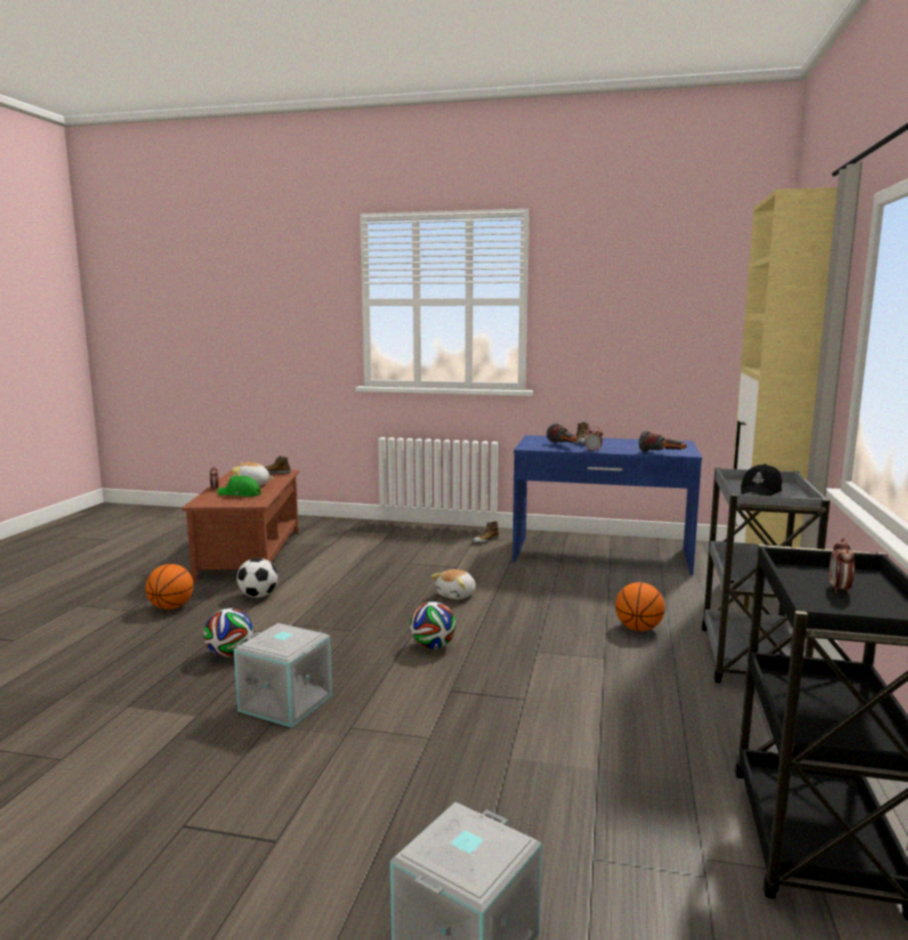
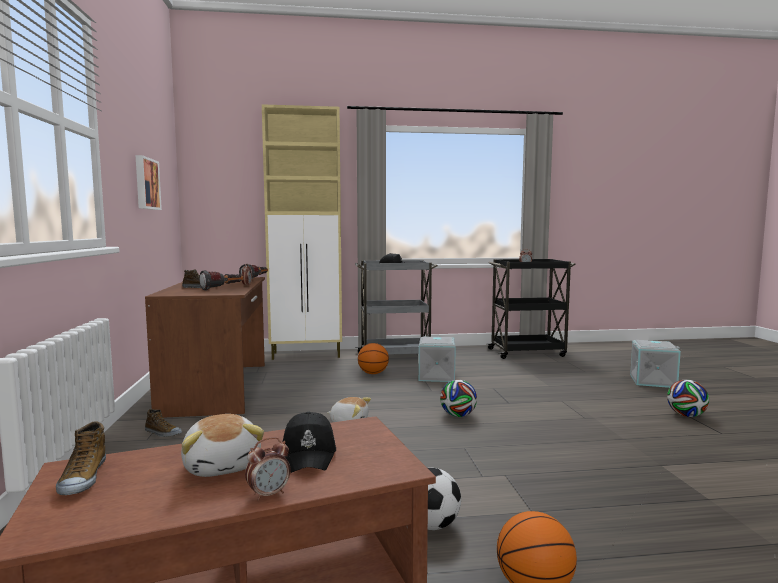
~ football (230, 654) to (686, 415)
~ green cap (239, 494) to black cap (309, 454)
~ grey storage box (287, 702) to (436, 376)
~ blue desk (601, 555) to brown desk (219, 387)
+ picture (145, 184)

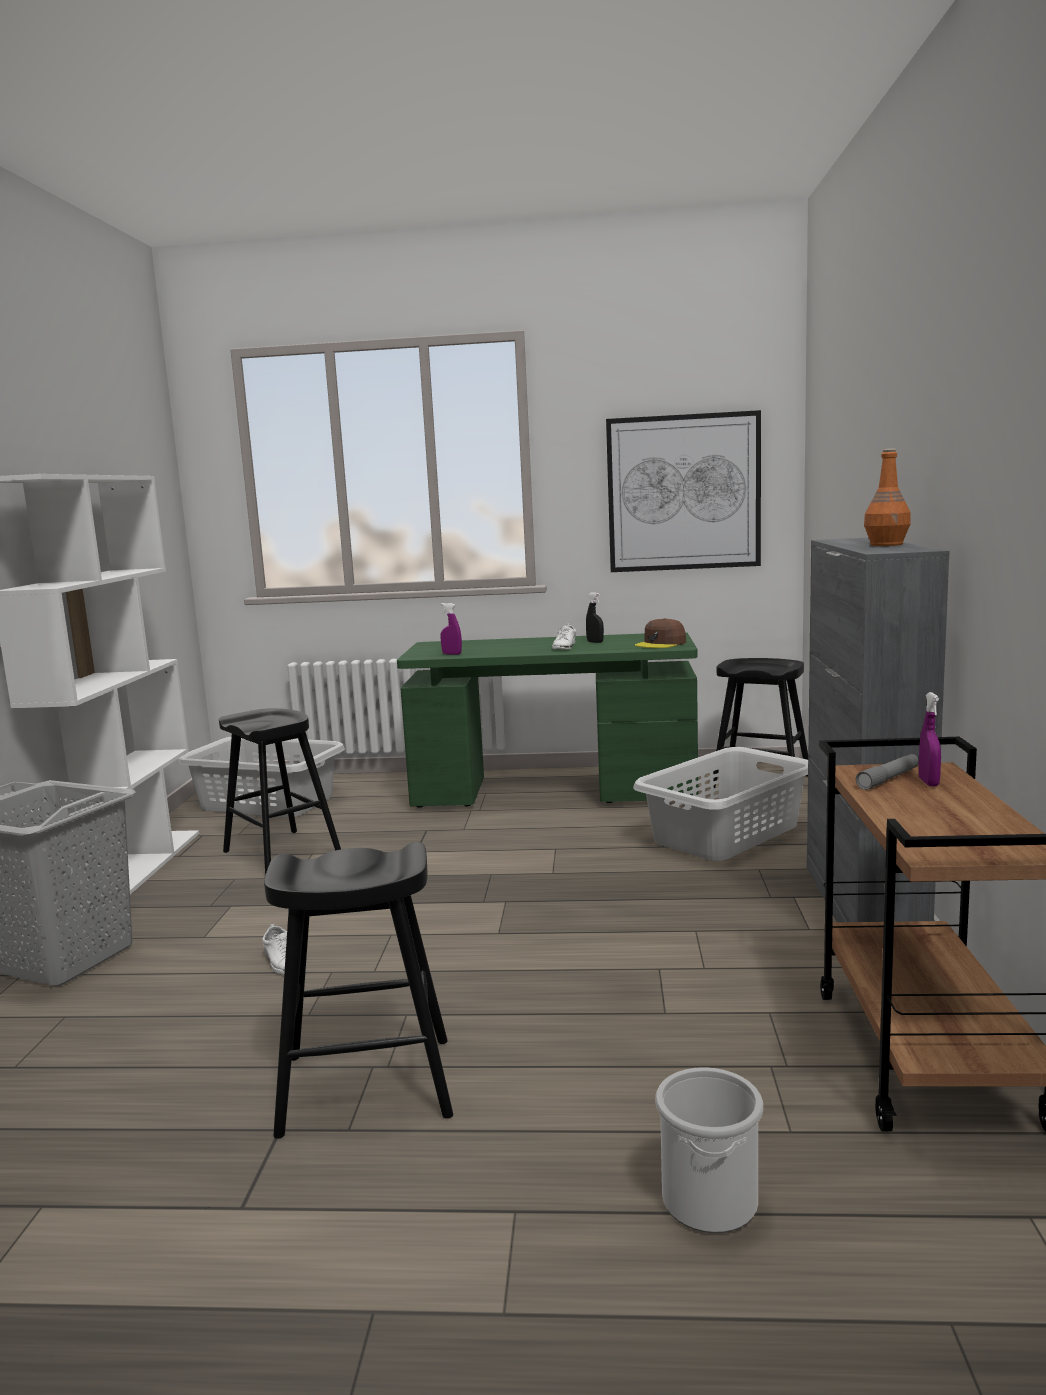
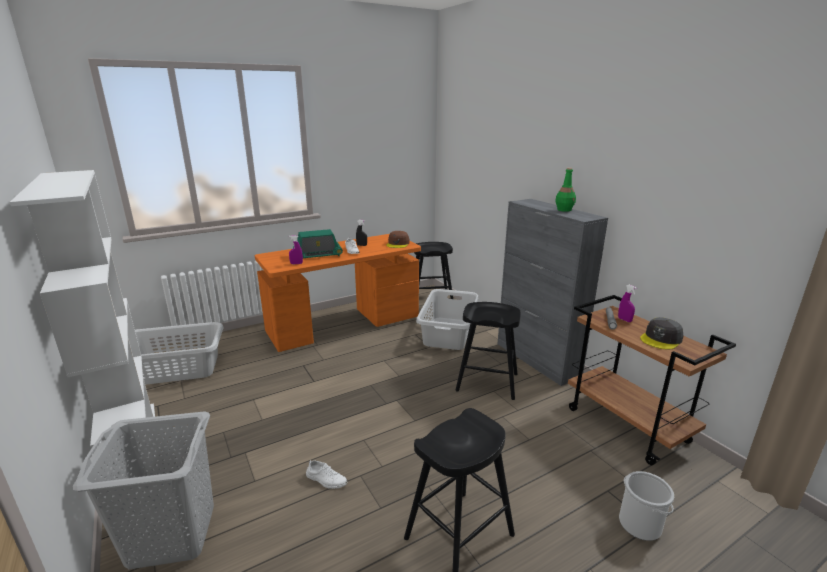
~ black stool (281, 853) to (487, 382)
~ green desk (554, 793) to orange desk (344, 325)
- picture (683, 493)
~ orange bottle (887, 544) to green bottle (564, 210)
+ radio (318, 255)
+ grey cap (661, 339)

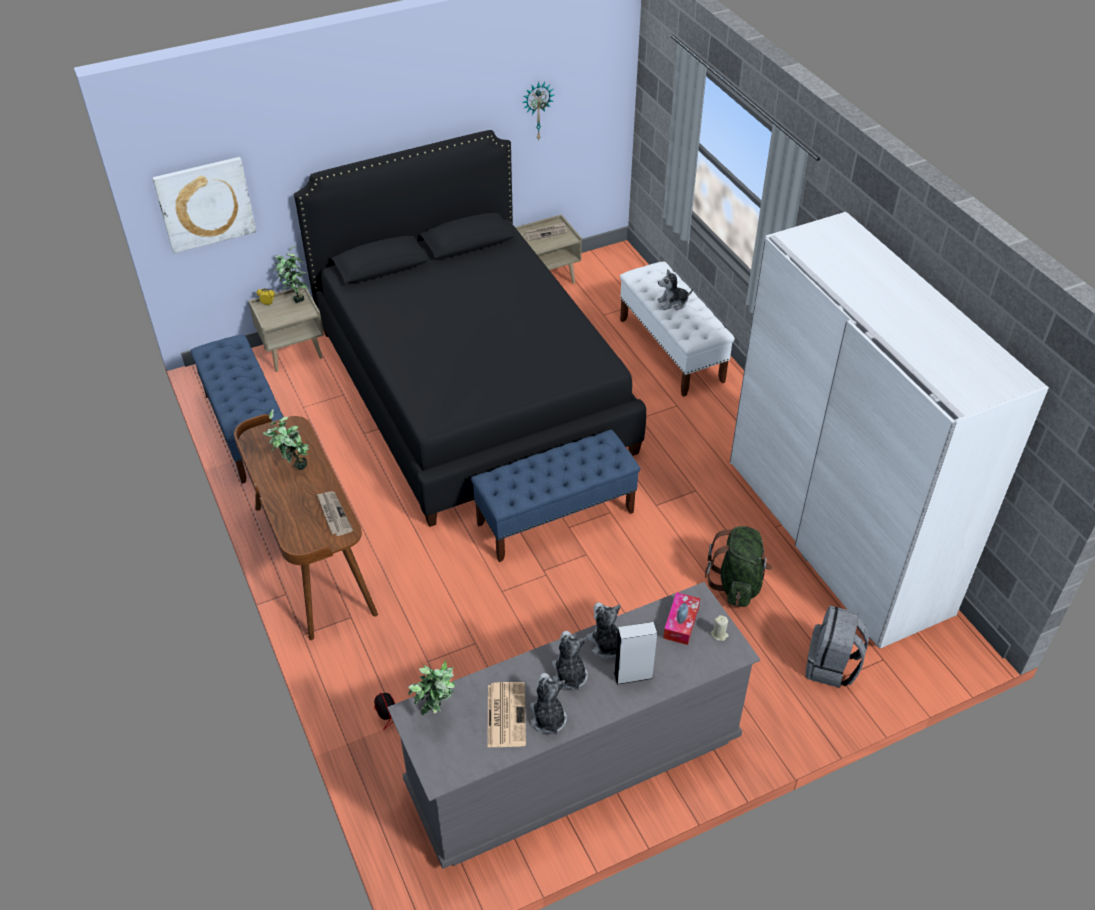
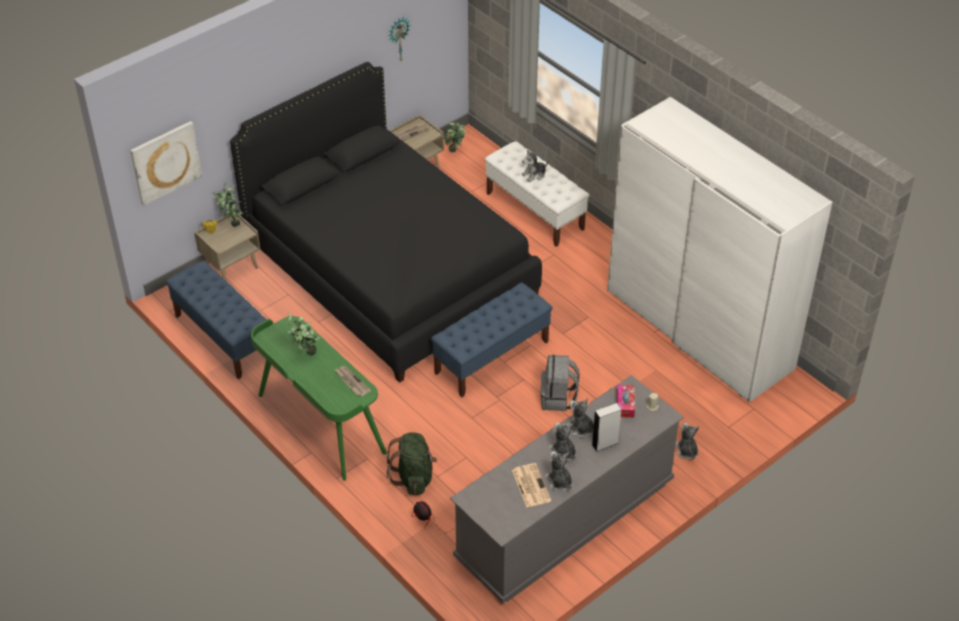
~ brown desk (312, 560) to green desk (320, 424)
~ potted plant (436, 713) to (455, 153)
~ green backpack (737, 584) to (414, 477)
~ grey backpack (831, 666) to (558, 398)
+ plush toy (686, 451)

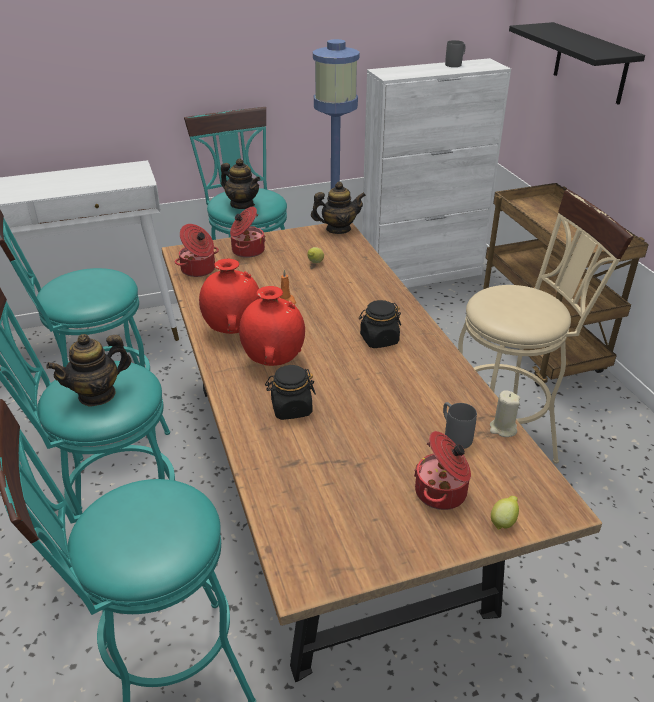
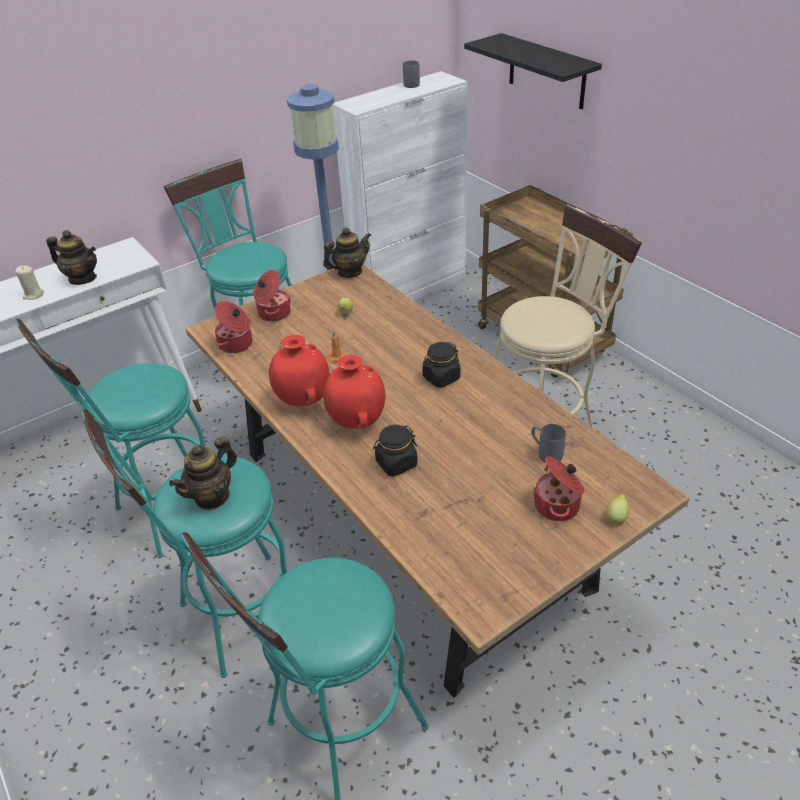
~ teapot (242, 205) to (83, 278)
~ beige candle (503, 429) to (33, 295)

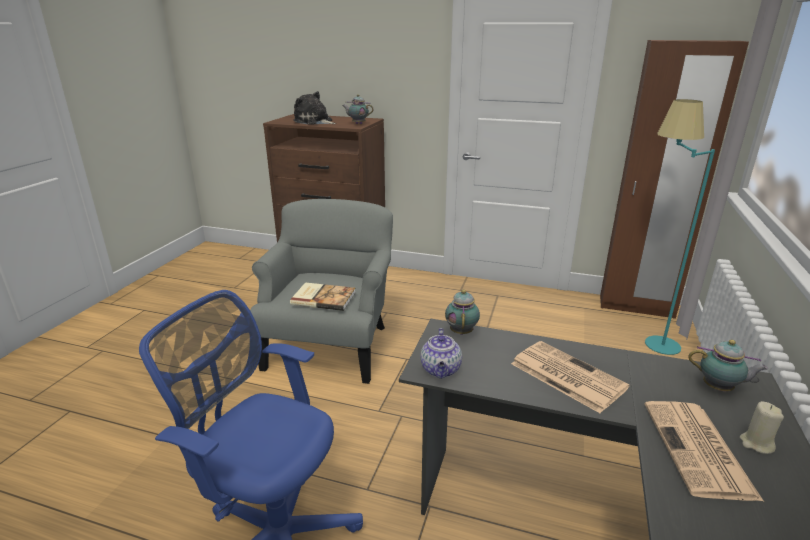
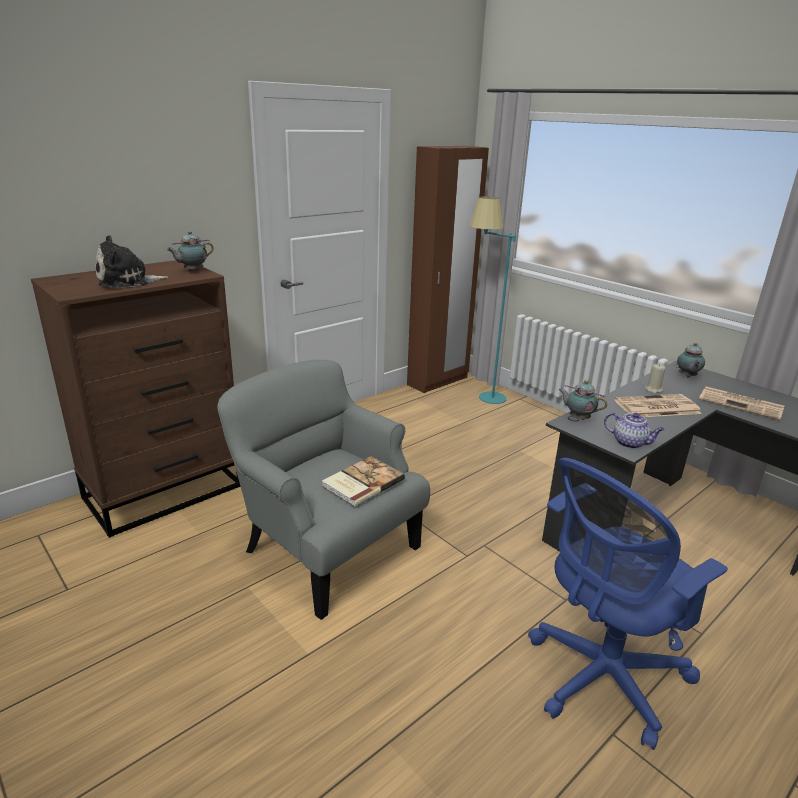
~ teapot (719, 388) = (687, 376) 135 degrees clockwise
~ beige candle (756, 443) to (653, 390)

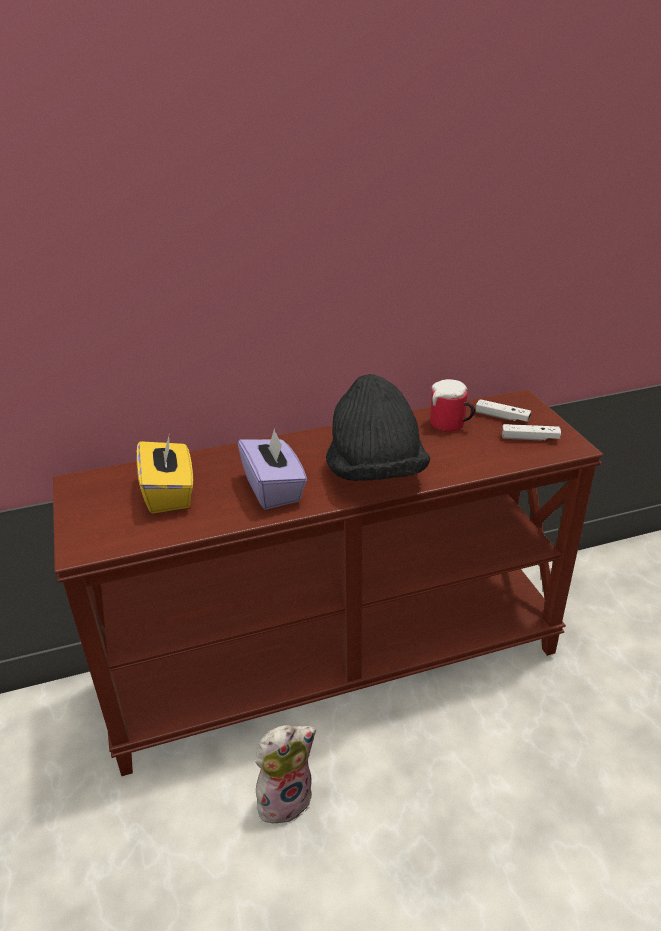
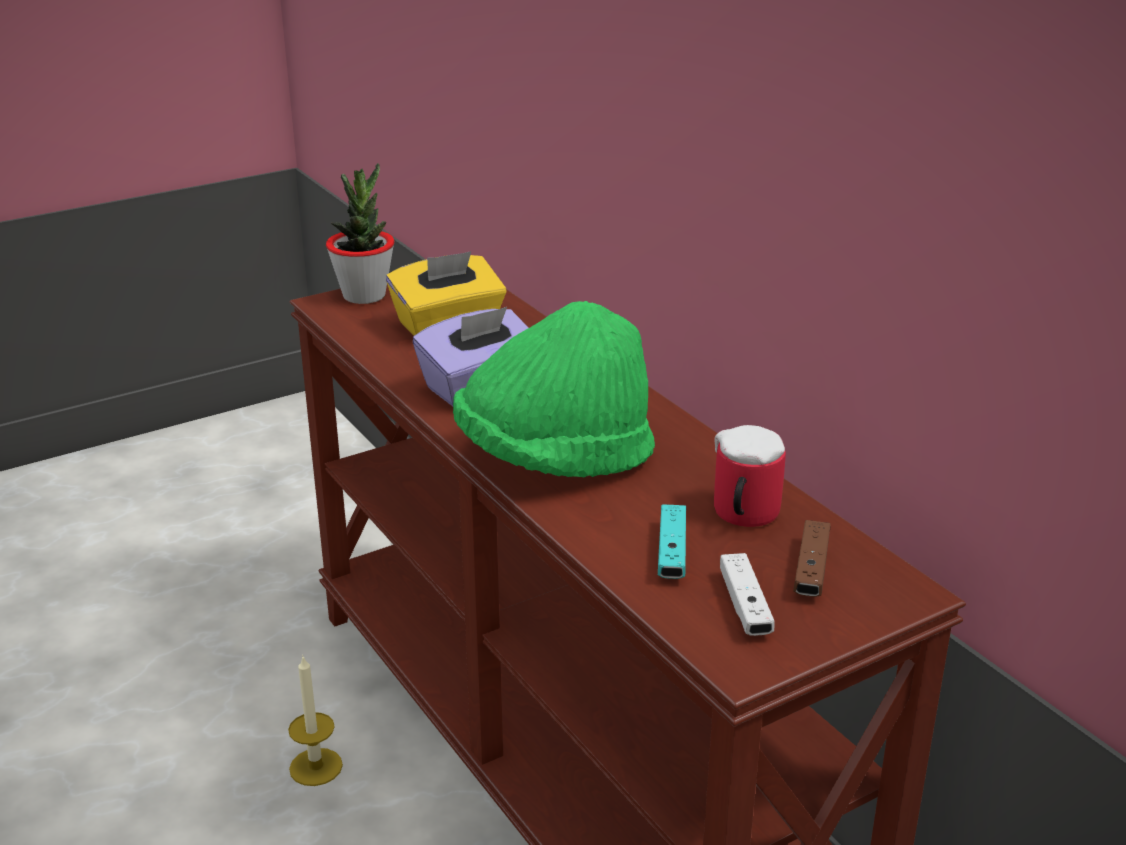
~ plush toy (285, 798) to candle (316, 767)
~ black hat (375, 472) to green hat (555, 458)
~ white game controller (502, 417) to brown game controller (811, 570)
+ potted plant (364, 295)
+ turquoise game controller (671, 553)

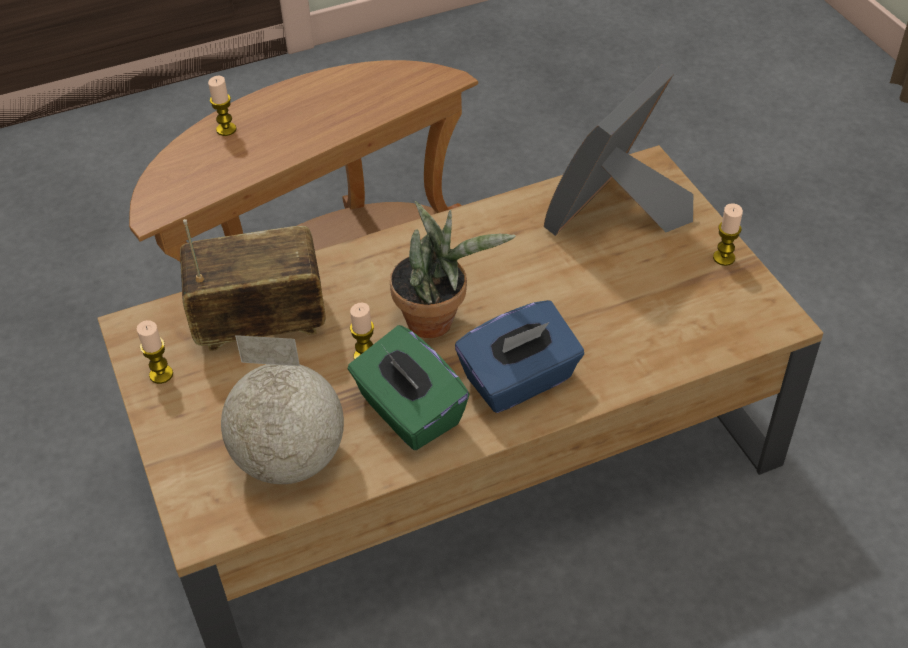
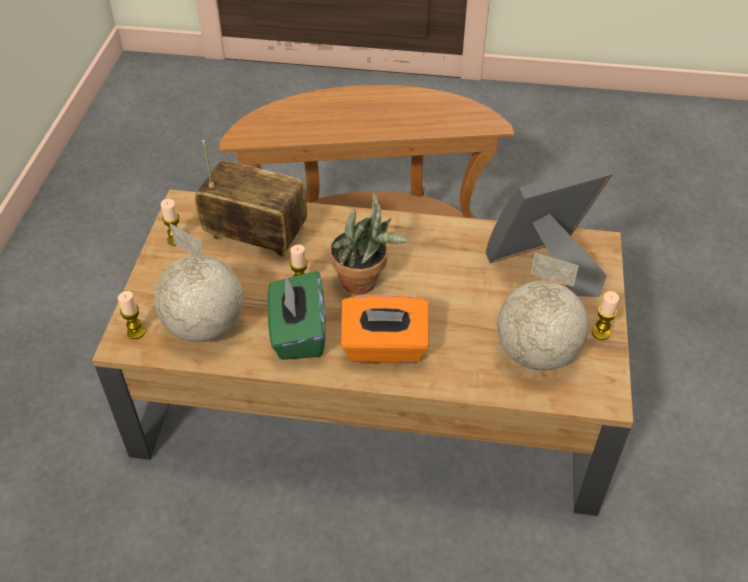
~ candle (226, 129) to (136, 332)
~ blue tissue box (519, 381) to orange tissue box (384, 348)
+ globe (537, 354)

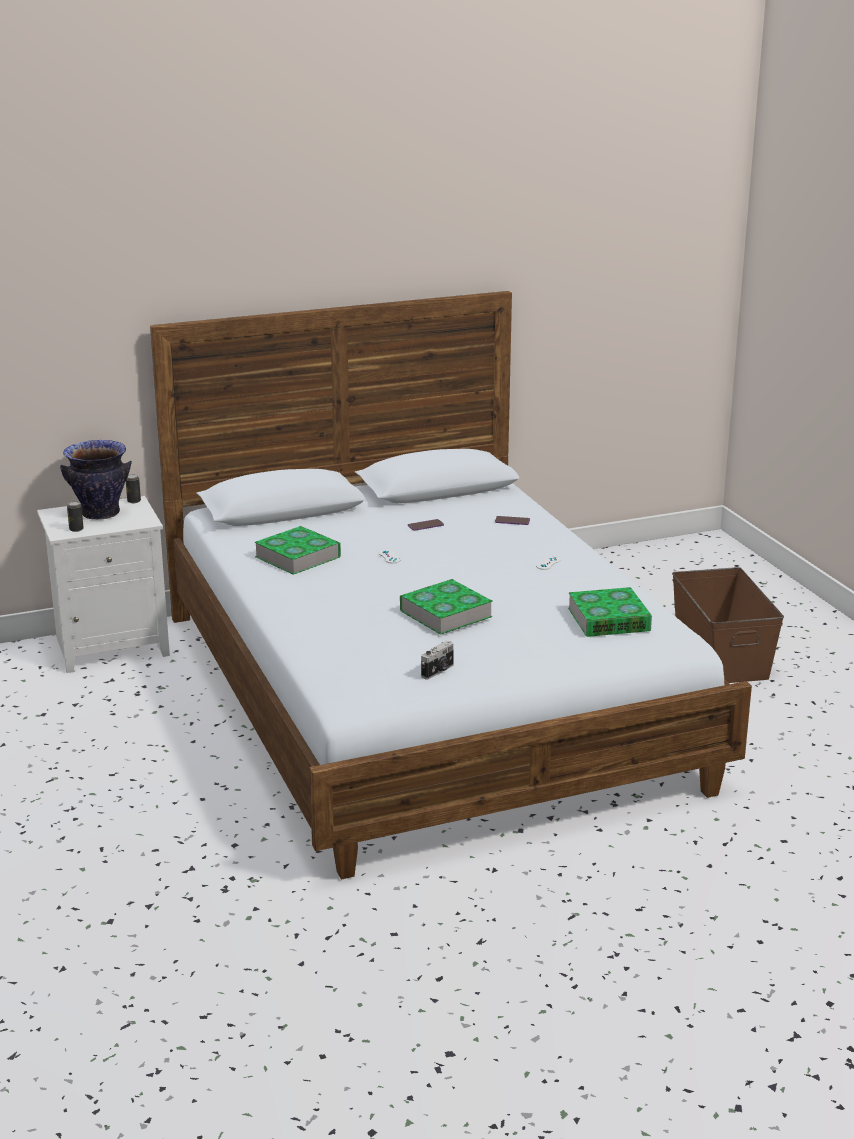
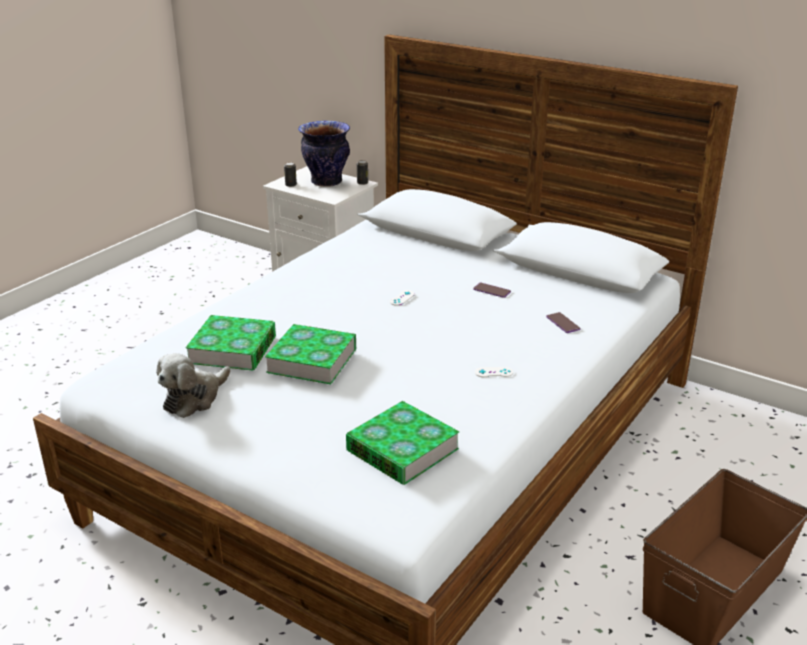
~ book (298, 557) to (233, 349)
~ photo camera (438, 671) to plush toy (194, 398)

